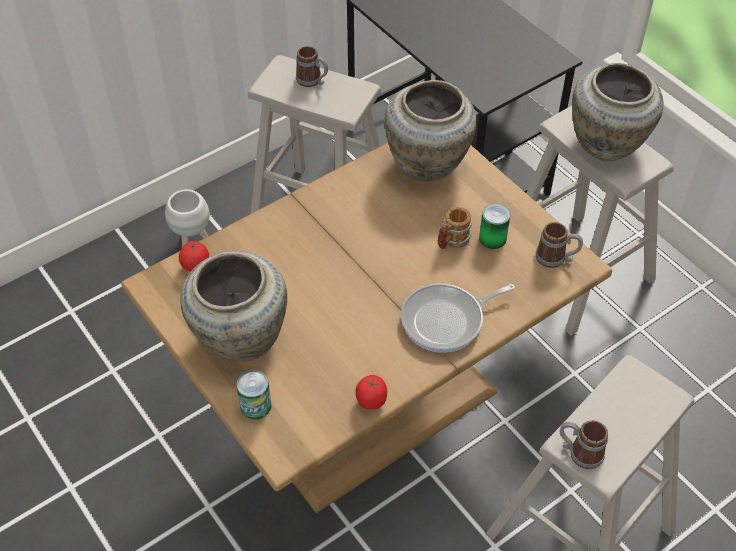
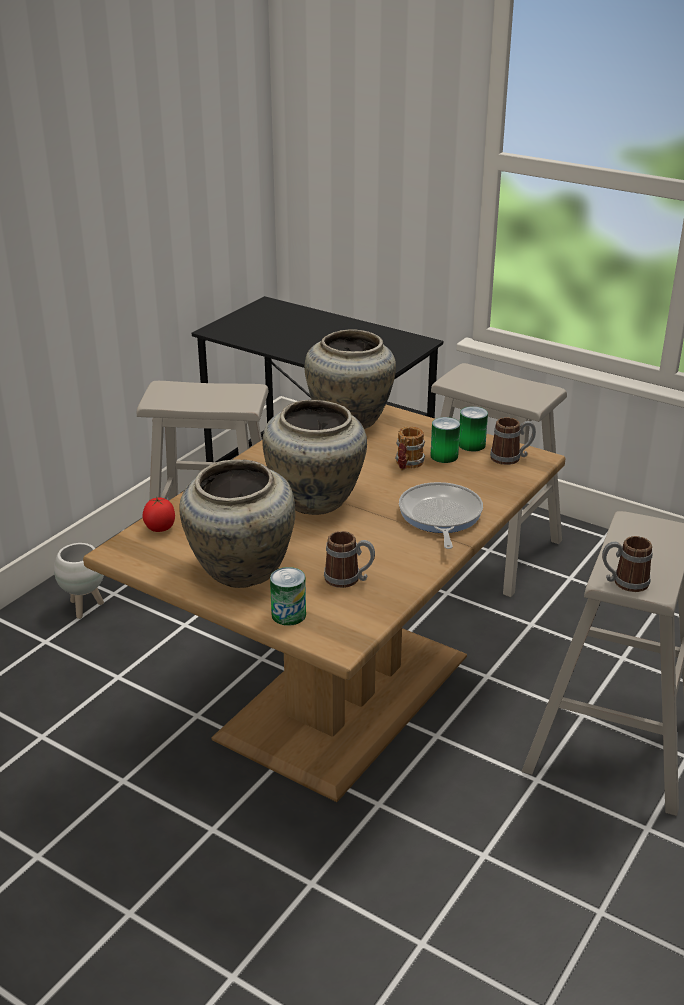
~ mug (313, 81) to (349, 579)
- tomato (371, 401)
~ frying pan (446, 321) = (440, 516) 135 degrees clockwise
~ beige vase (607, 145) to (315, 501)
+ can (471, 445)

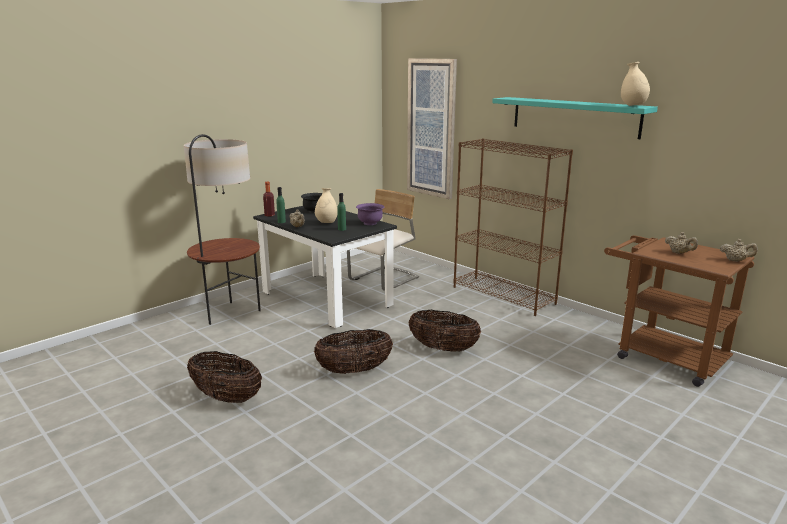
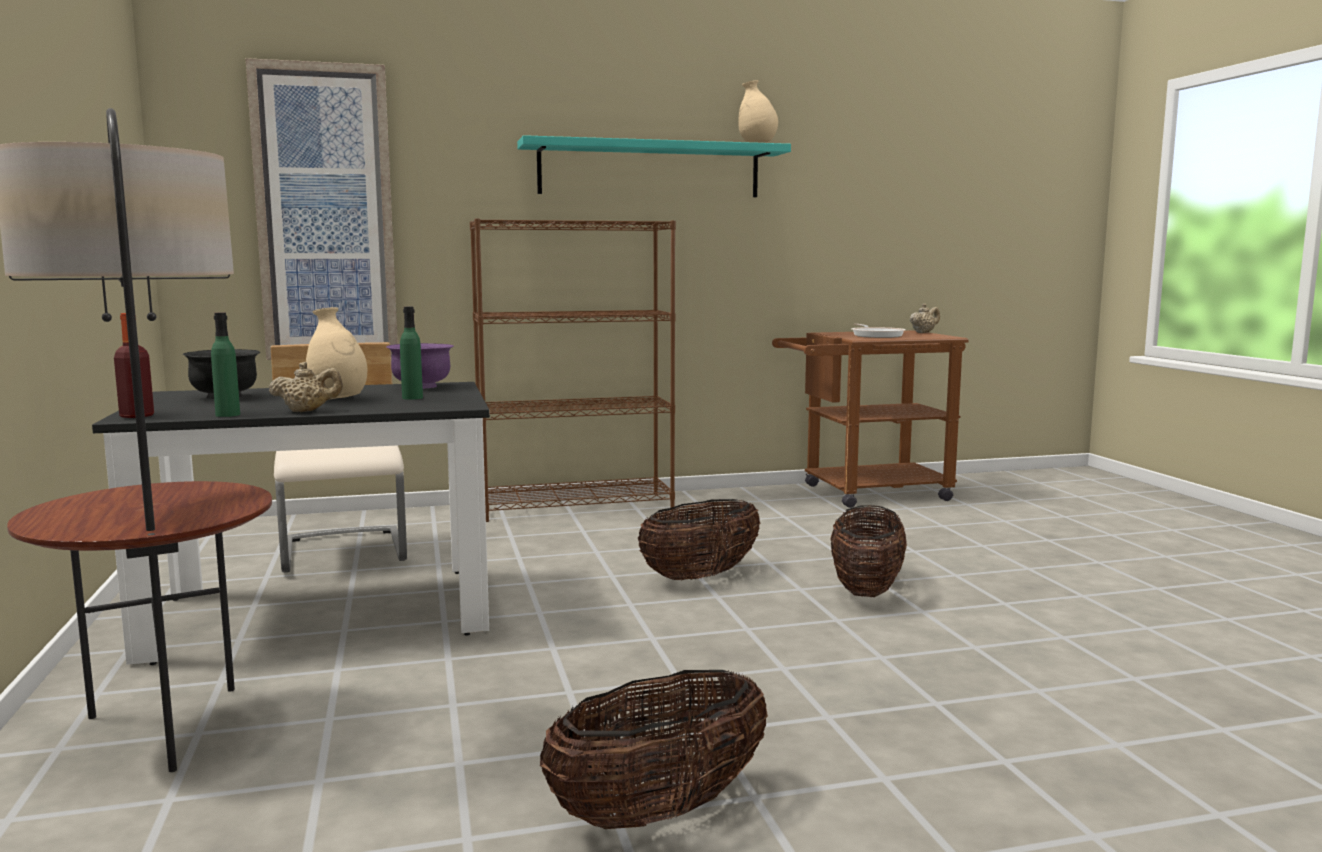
~ basket (354, 370) to (866, 589)
~ beige teapot (679, 253) to frying pan (876, 335)

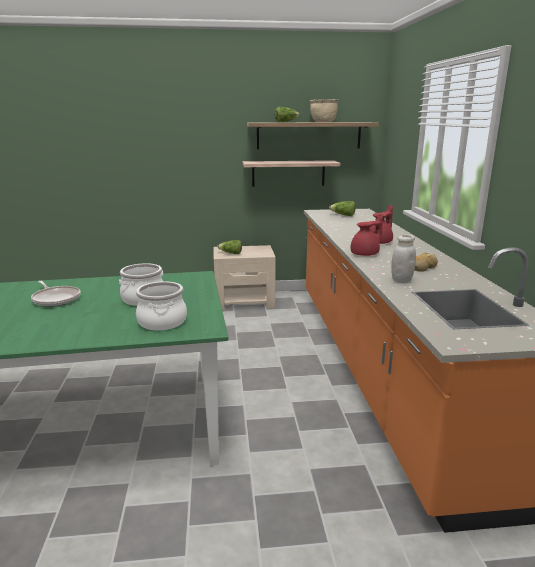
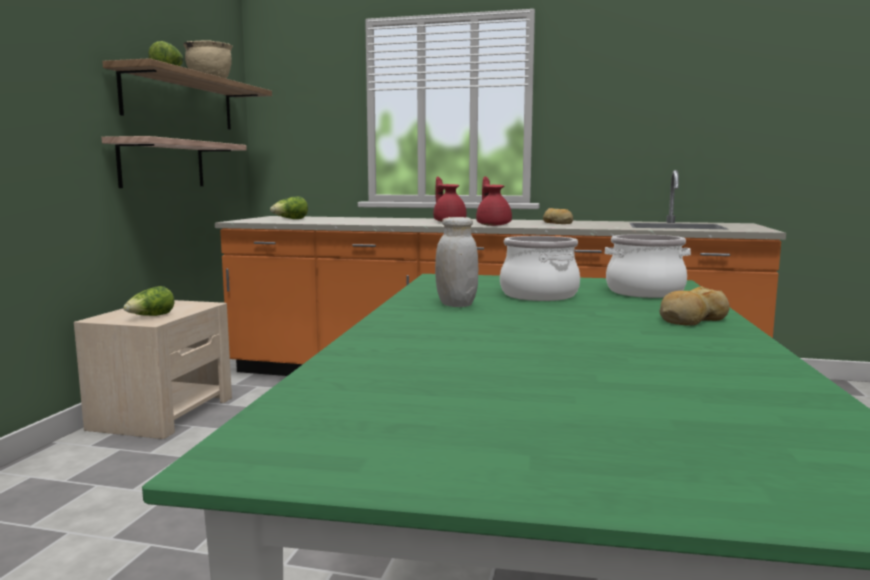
- frying pan (56, 299)
~ white jar (401, 280) to (456, 304)
+ bread (692, 319)

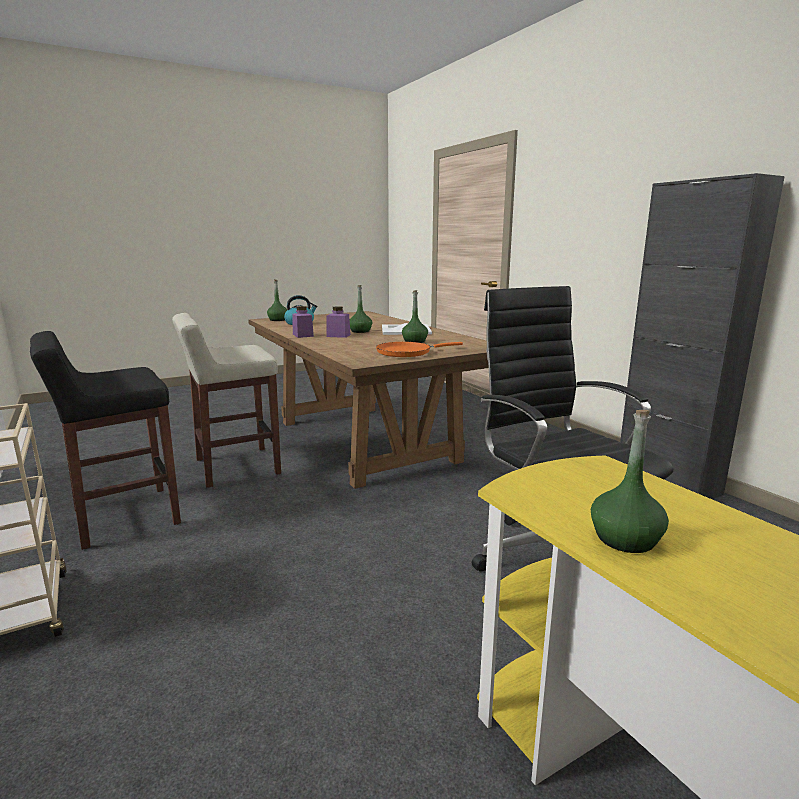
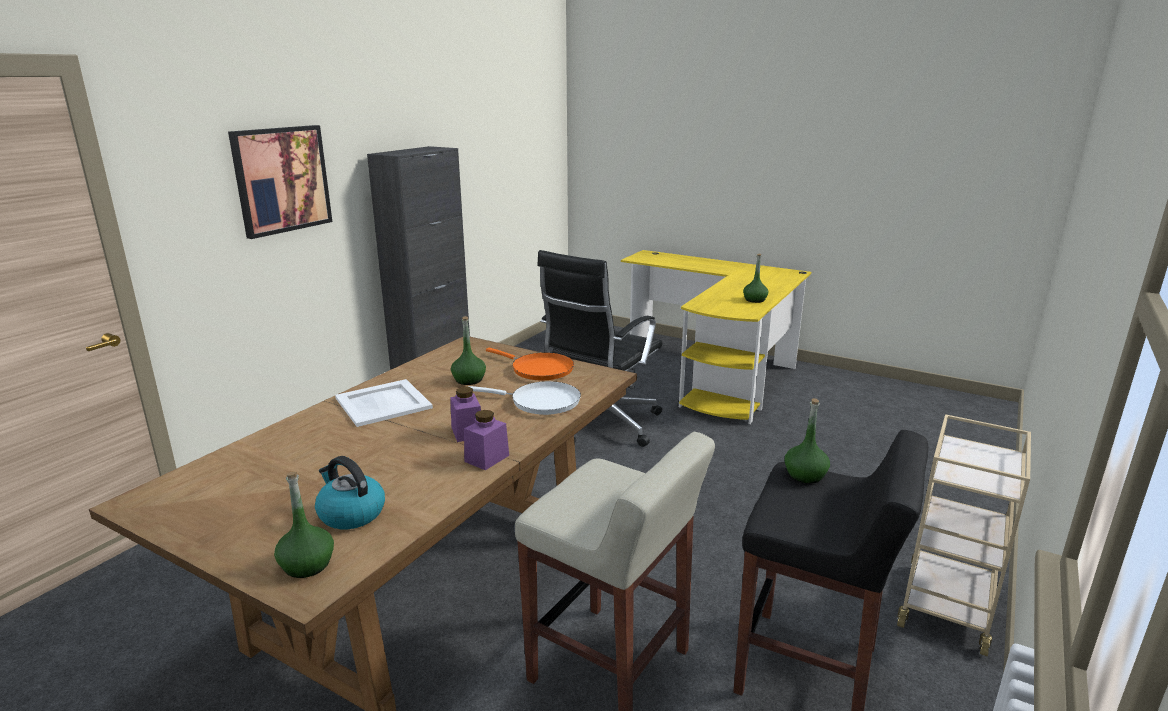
~ green bottle (360, 331) to (805, 475)
+ picture (281, 180)
+ white frying pan (540, 402)

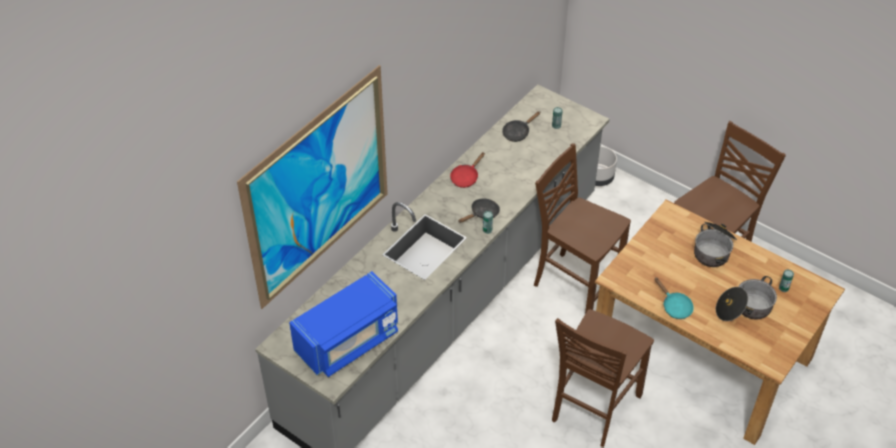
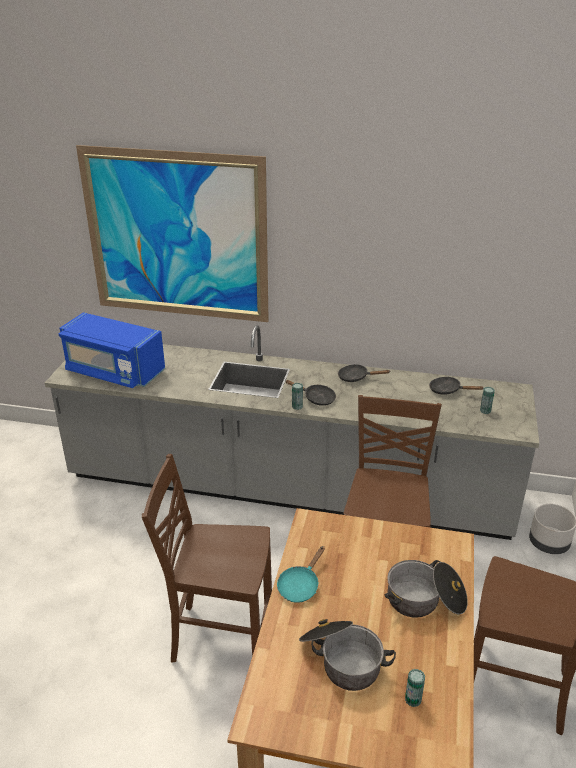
~ red frying pan (466, 177) to black frying pan (356, 377)

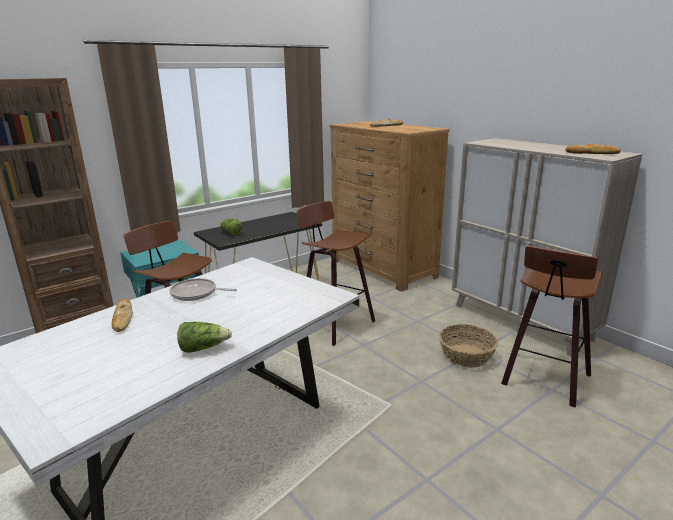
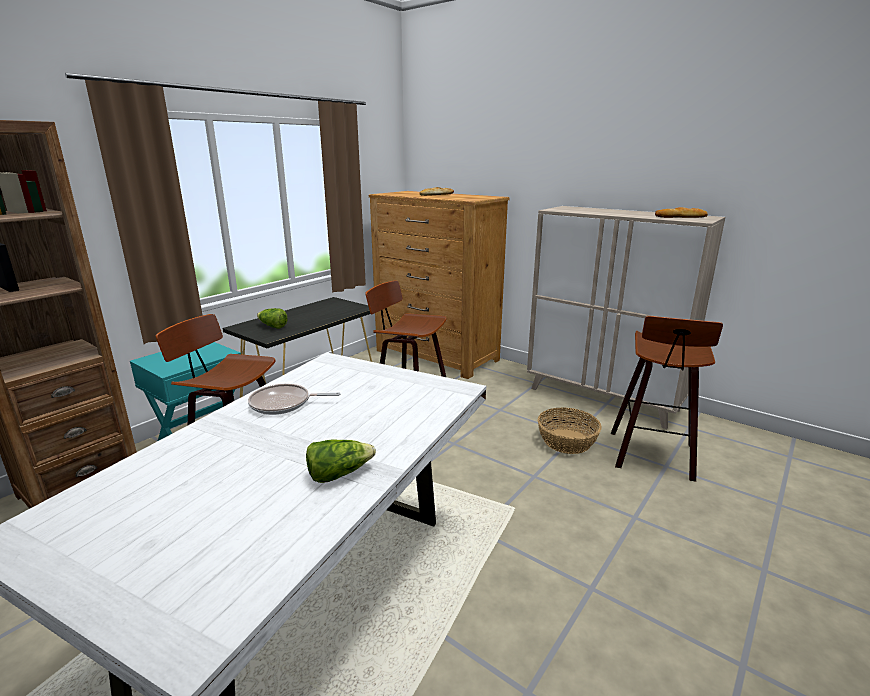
- bread (122, 318)

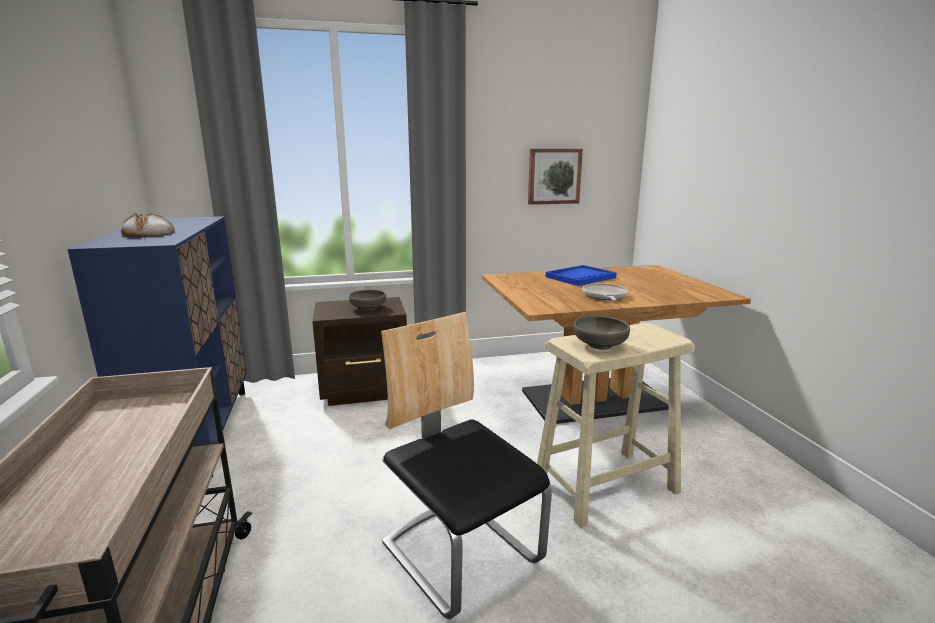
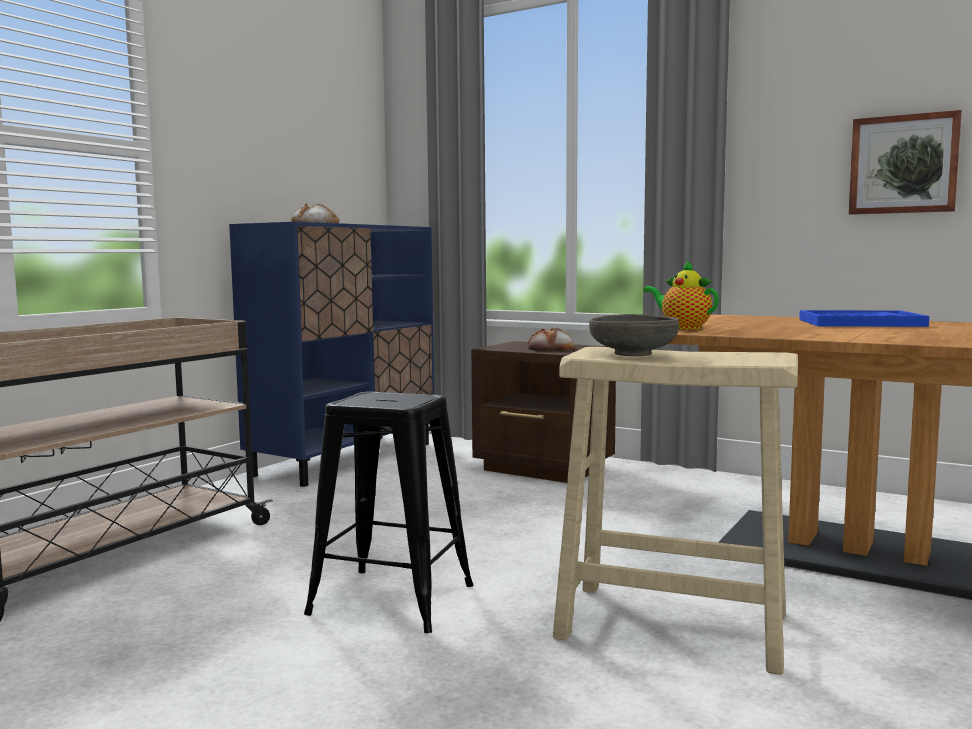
~ grey bowl (368, 308) to bread (551, 348)
~ chair (461, 553) to black stool (392, 599)
- frying pan (604, 296)
+ teapot (683, 328)

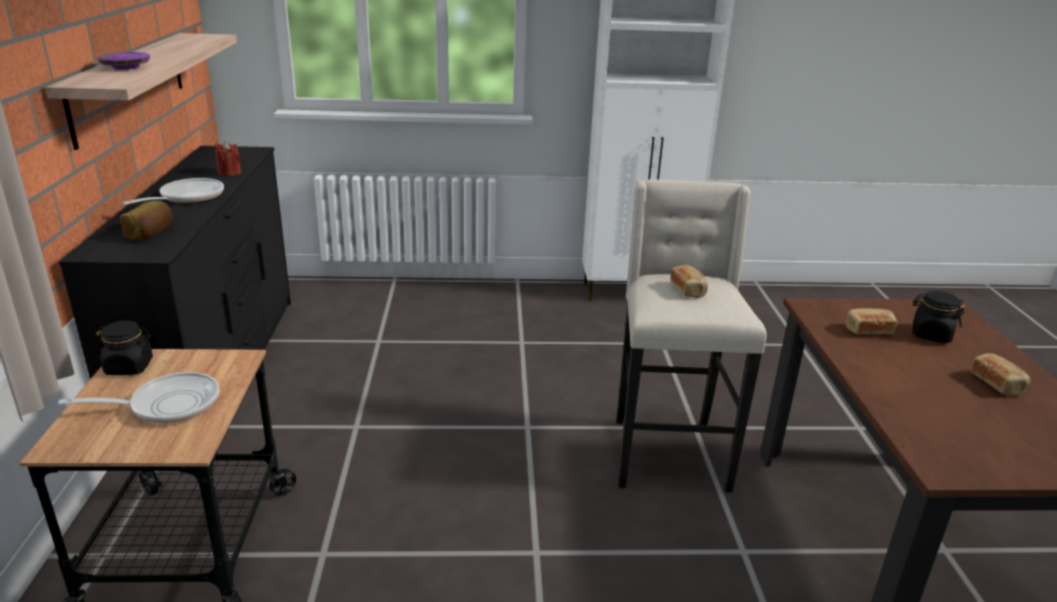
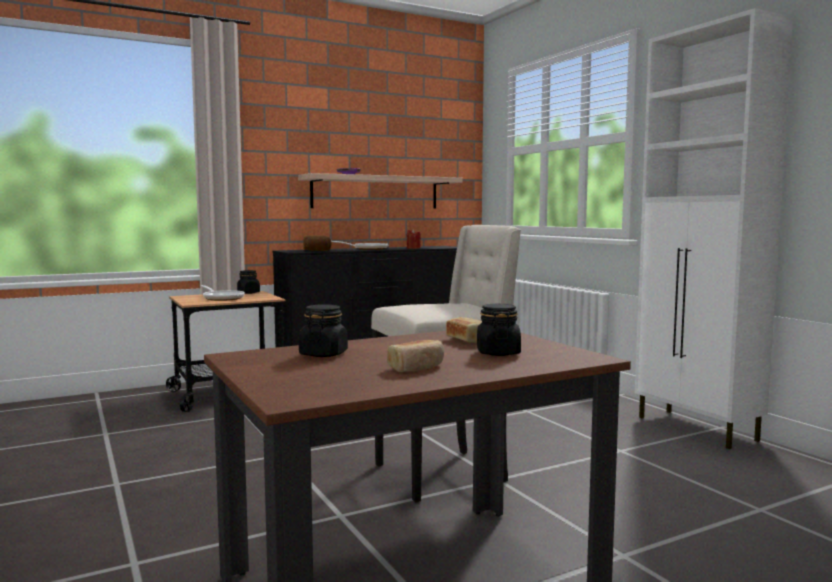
- bread (688, 290)
+ black jar (323, 354)

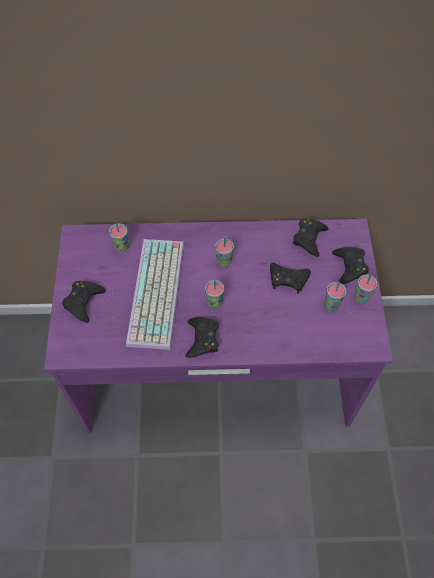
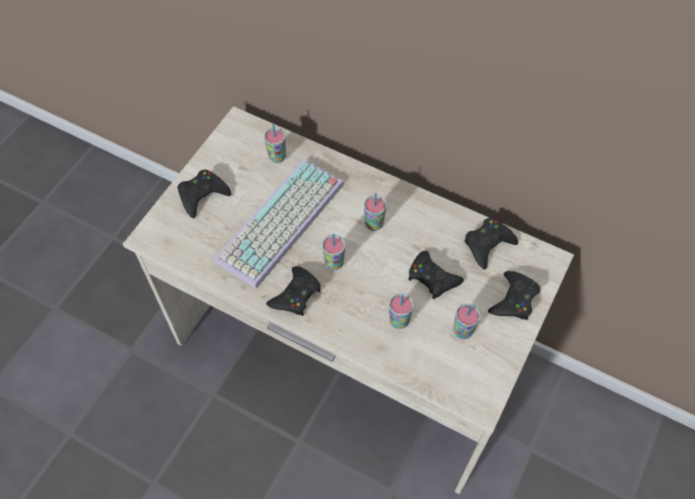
~ purple desk (217, 373) to beige desk (347, 353)
~ cup (361, 298) to (399, 321)

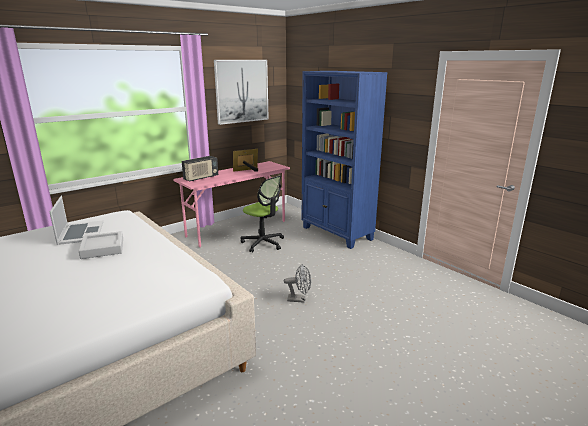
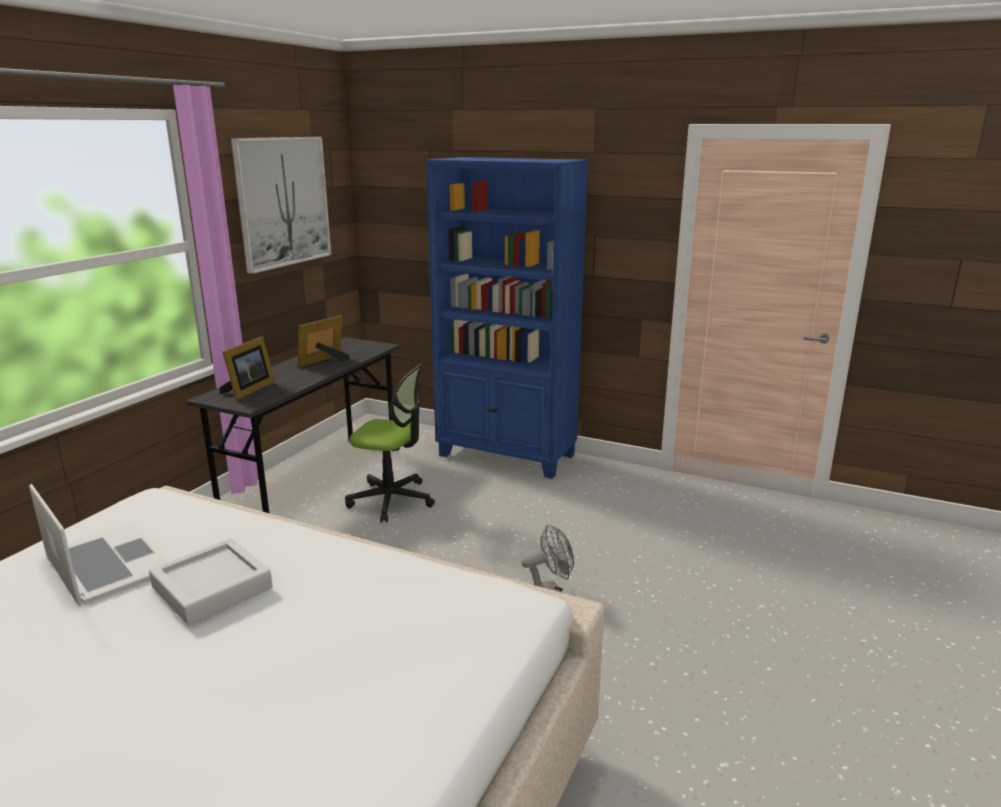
~ pink desk (237, 228) to grey desk (315, 481)
~ radio (201, 178) to picture frame (248, 390)

